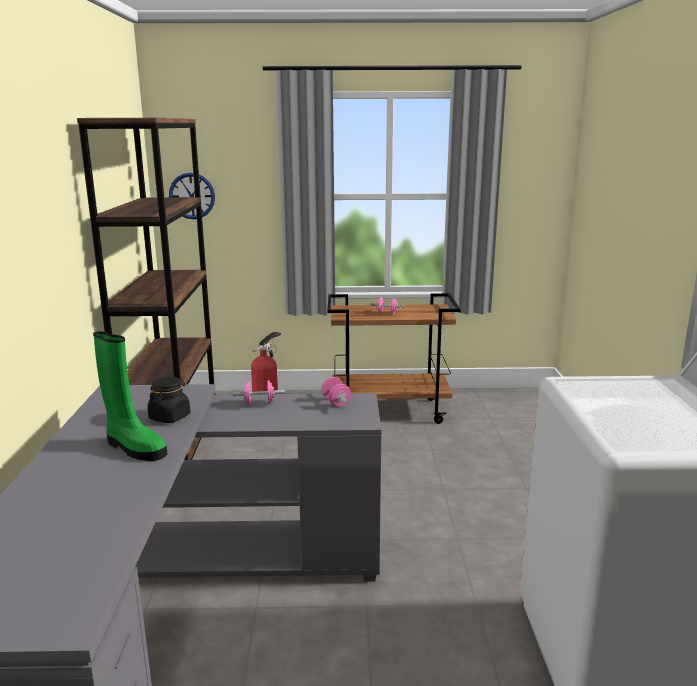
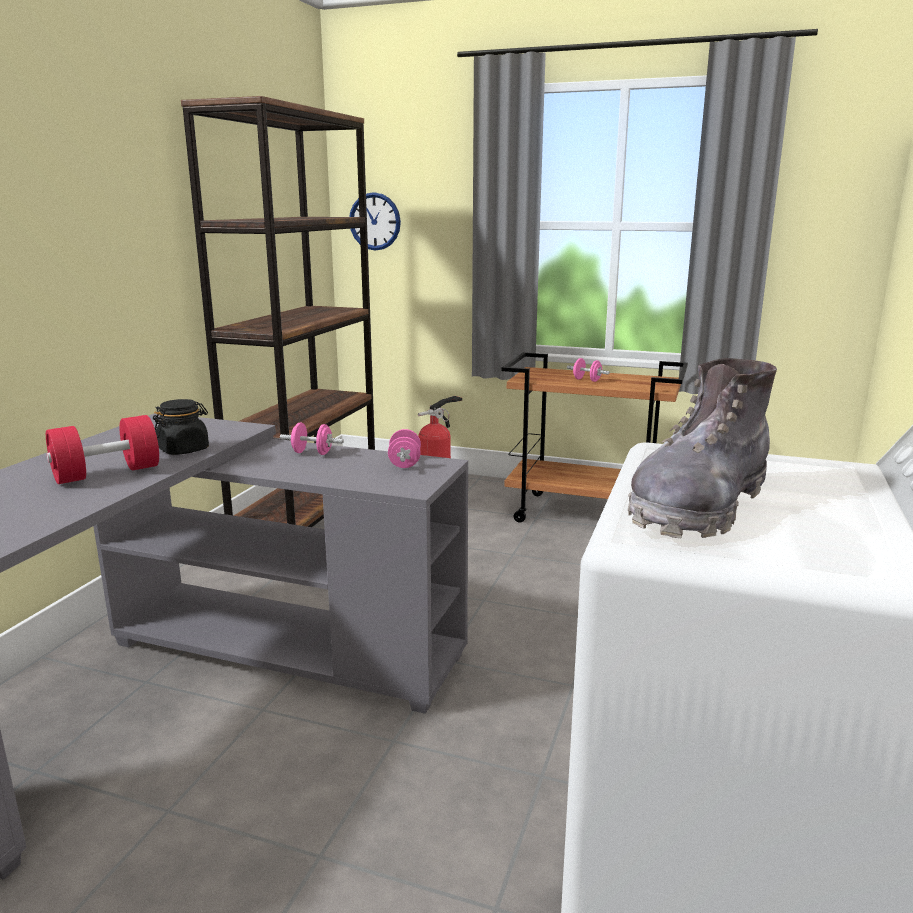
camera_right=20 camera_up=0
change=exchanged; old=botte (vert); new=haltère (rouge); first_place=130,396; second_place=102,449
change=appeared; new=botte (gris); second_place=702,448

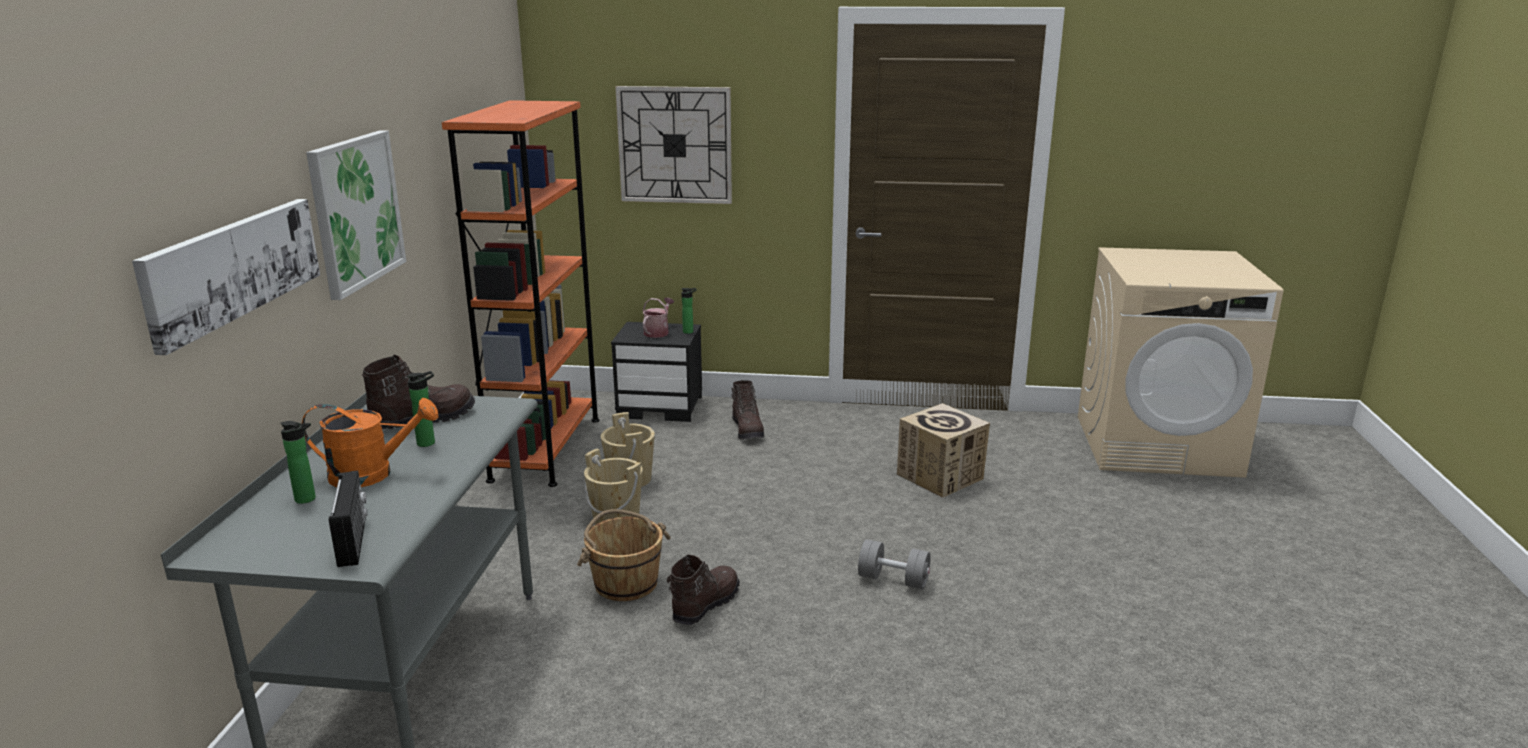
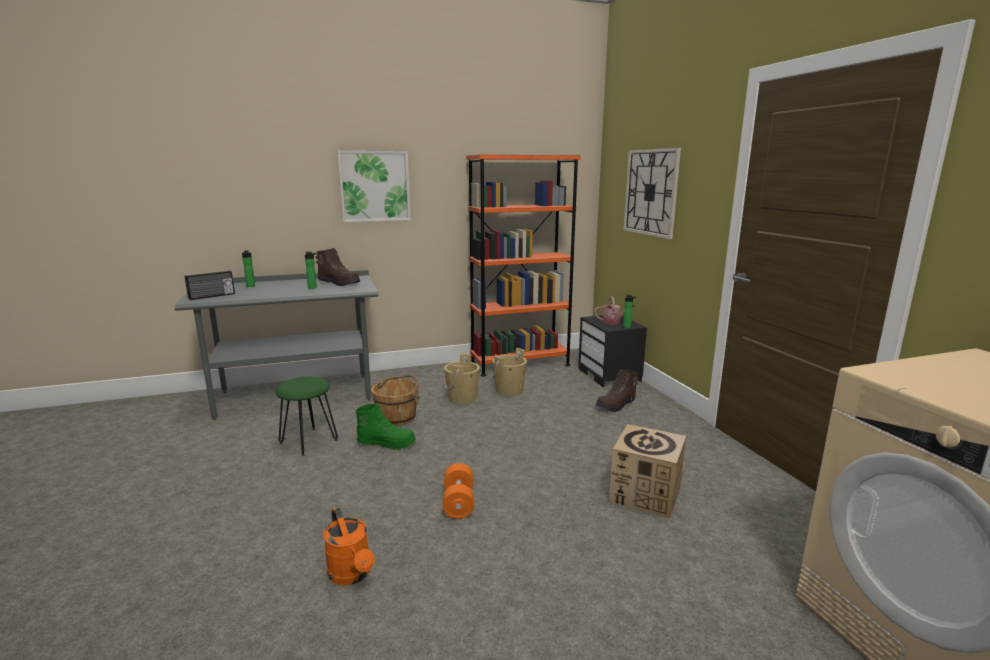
camera_right=65 camera_up=-5
change=missing; old=tableau; first_place=226,277
change=relocated; old=arrosoir (orange); first_place=370,442; second_place=348,546
change=colour; old=haltère (gris); new=haltère (orange); first_place=894,564; second_place=458,491
change=colour; old=botte (marron); new=botte (vert); first_place=703,590; second_place=386,427
change=appeared; new=tabouret (vert); second_place=306,416

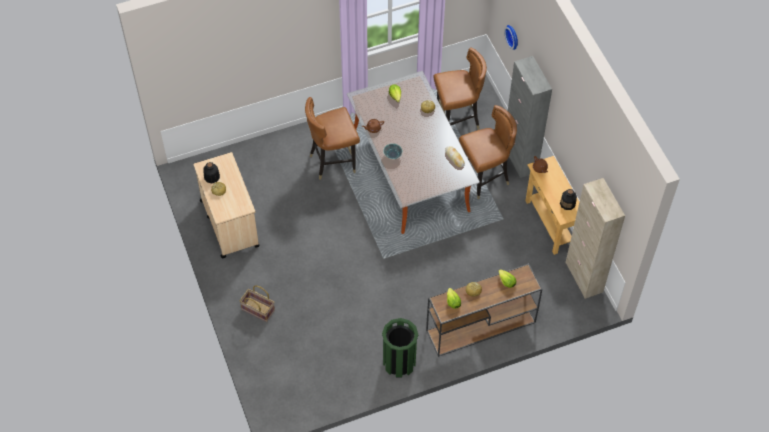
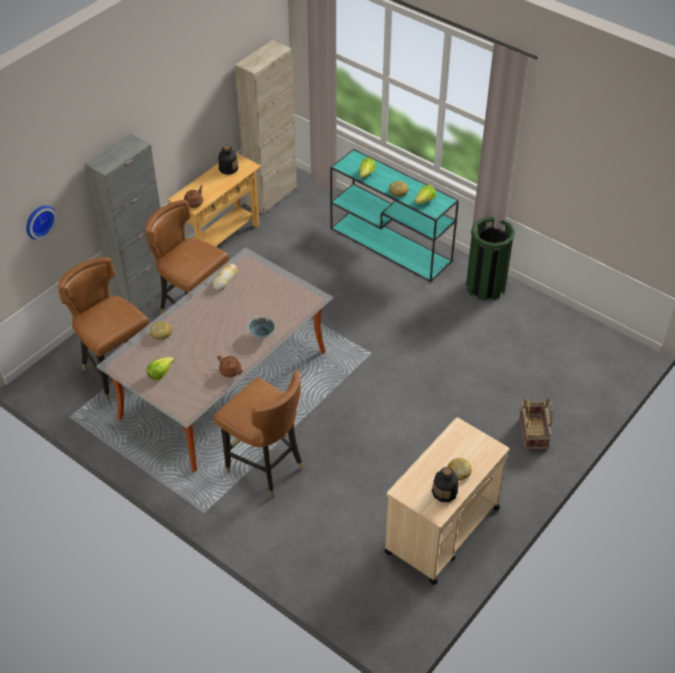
camera_right=-120 camera_up=-10
change=colour; old=table console (marron); new=table console (turquoise); first_place=484,310; second_place=394,215

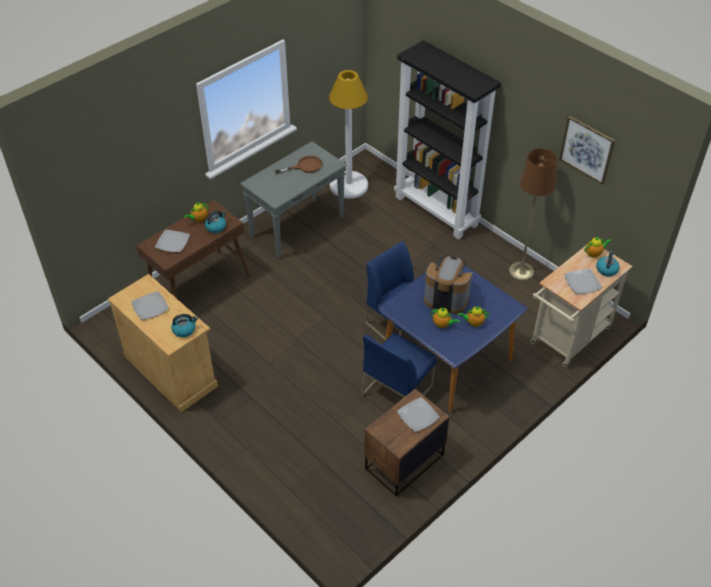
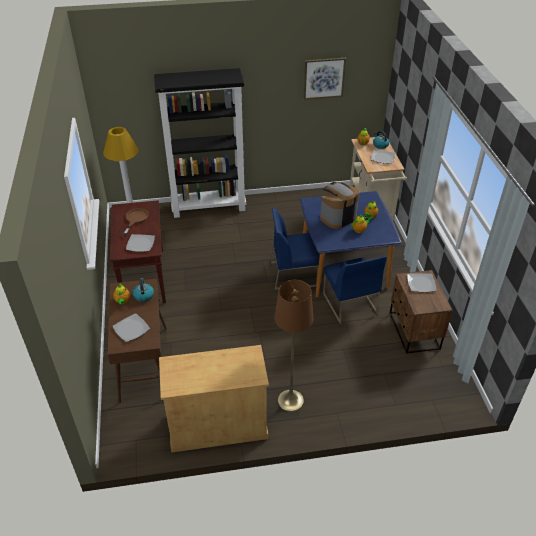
camera_right=-55 camera_up=-5
change=colour; old=table console (gris); new=table console (marron); first_place=293,199; second_place=138,251
change=relocated; old=lampadaire (marron); first_place=533,214; second_place=294,346
change=relocated; old=assiette; first_place=150,305; second_place=140,243
change=missing; old=bouilloire; first_place=184,325

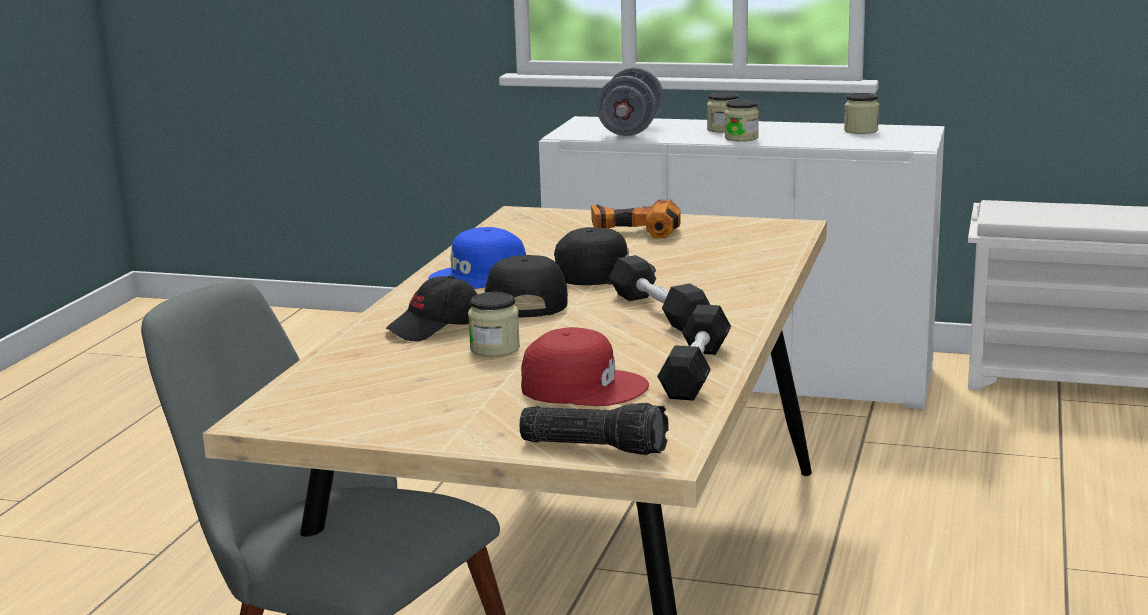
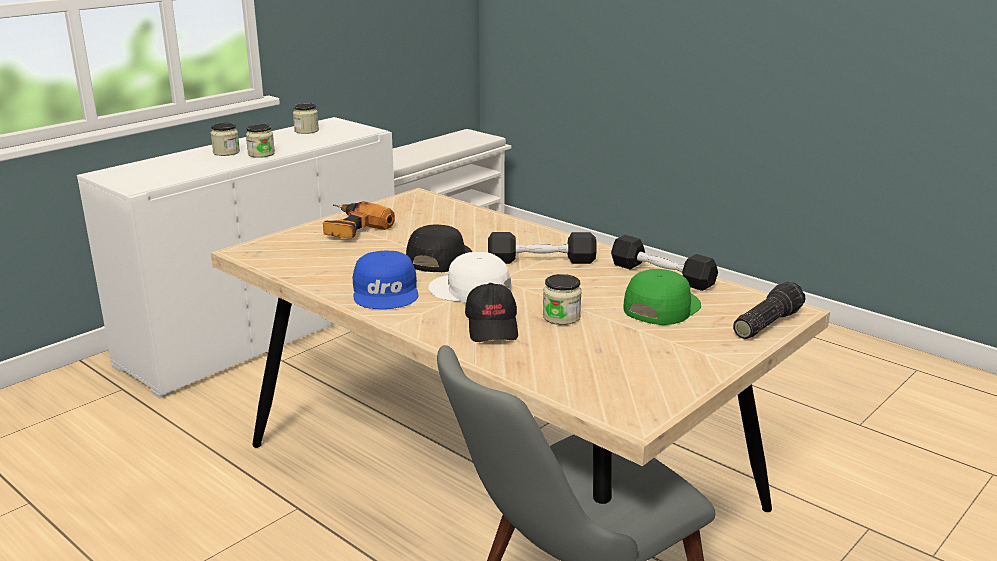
camera_right=-65 camera_up=5
change=missing; old=haltère (gris); first_place=630,101
change=colour; old=casquette (noir); new=casquette (blanc); first_place=526,286; second_place=469,277
change=colour; old=casquette (rouge); new=casquette (vert); first_place=585,366; second_place=662,297

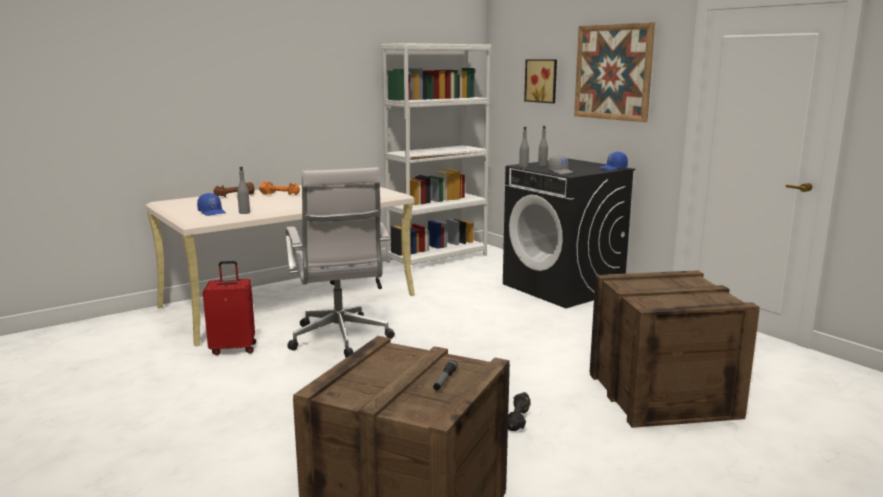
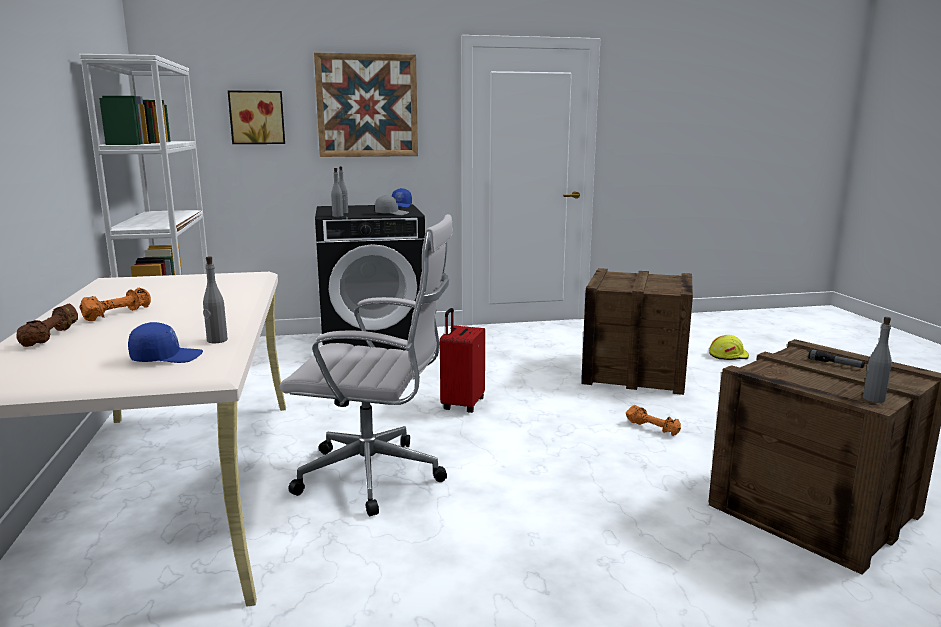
camera_right=-65 camera_up=0
change=relocated; old=valise (rouge); first_place=229,308; second_place=462,360
change=colour; old=haltère (noir); new=haltère (orange); first_place=519,411; second_place=653,420
change=appeared; new=bouteille (gris); second_place=877,360
change=appeared; new=casque de chantier (jaune); second_place=729,347

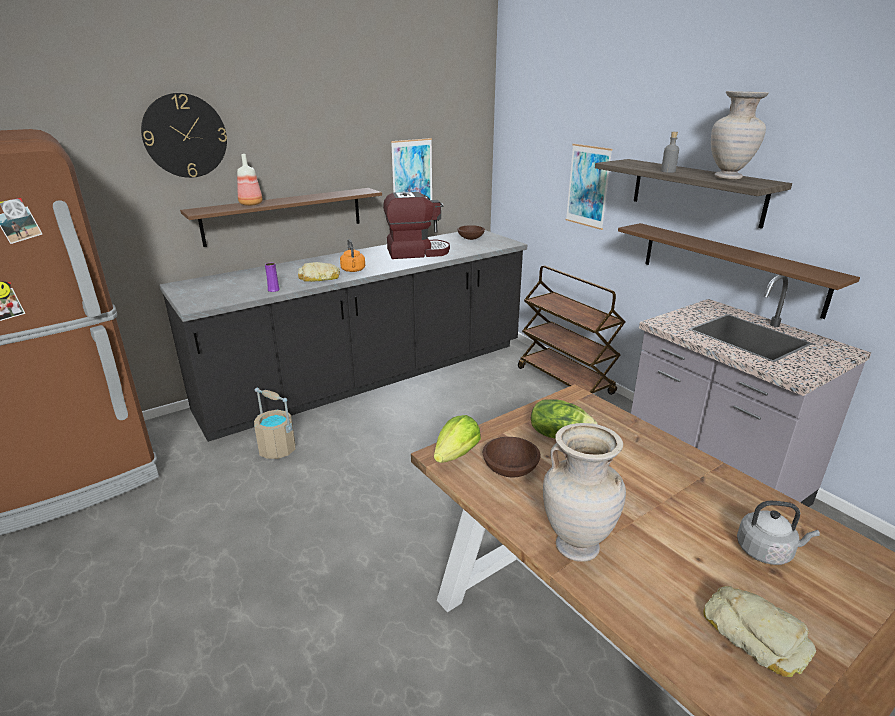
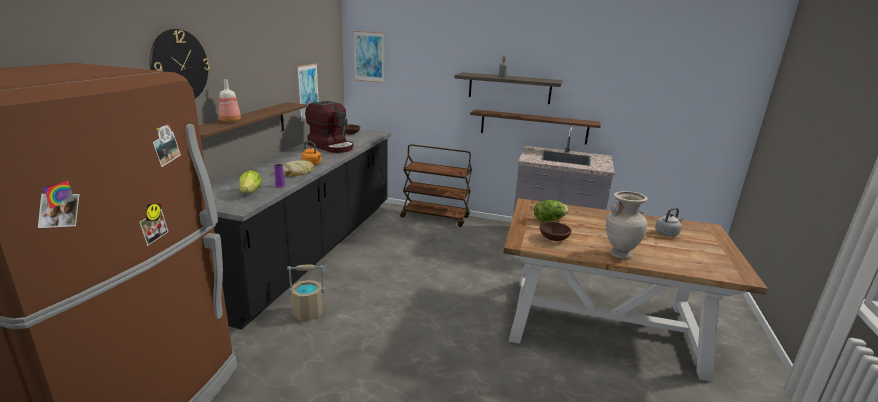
camera_right=-40 camera_up=-5
change=missing; old=vase (beige); first_place=740,135
change=relocated; old=tableau; first_place=589,187; second_place=369,57
change=spun; old=machine à café; first_place=416,225; second_place=329,127; degrees=90
change=relocated; old=laitue; first_place=457,439; second_place=250,181
change=missing; old=pain; first_place=759,631

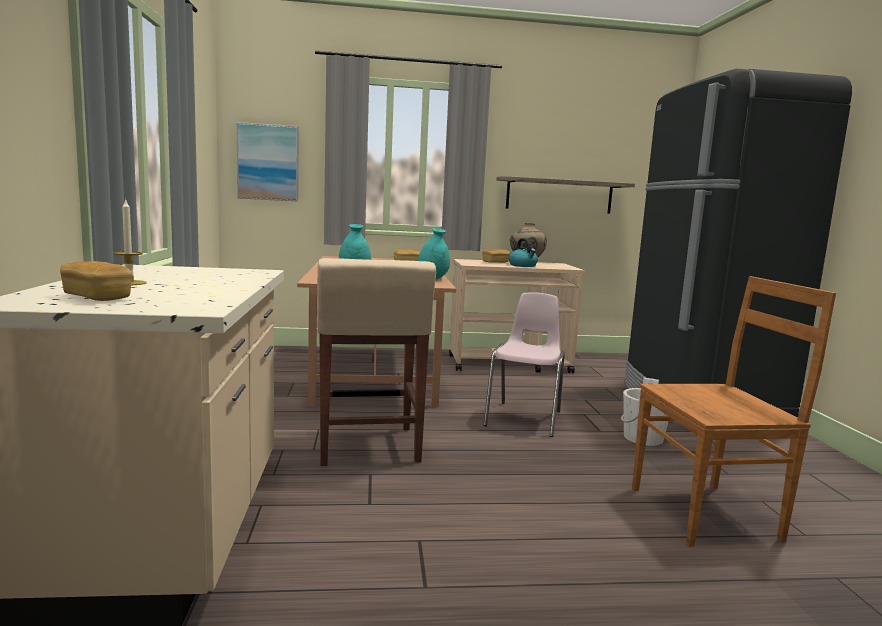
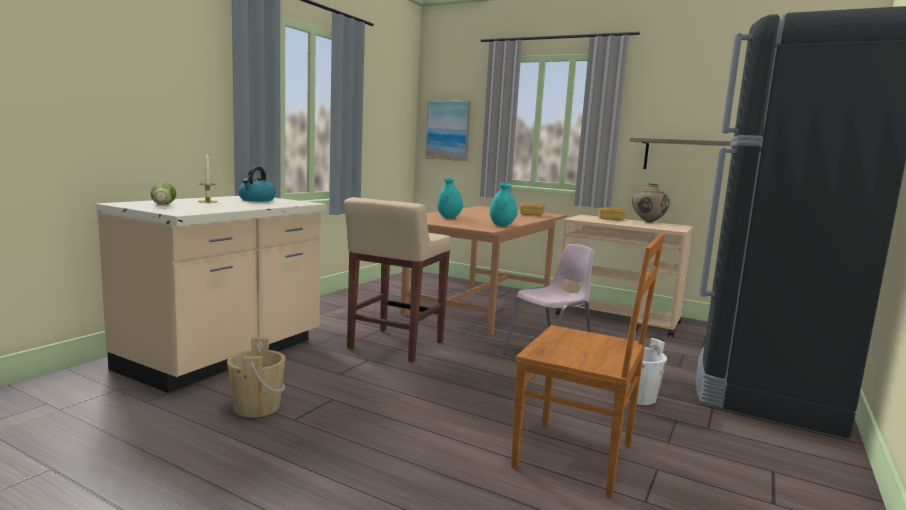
camera_right=35 camera_up=0
change=relocated; old=bouilloire; first_place=523,252; second_place=257,184
change=exchanged; old=pain; new=laitue; first_place=96,281; second_place=163,193
change=appeared; new=seau (beige); second_place=256,378

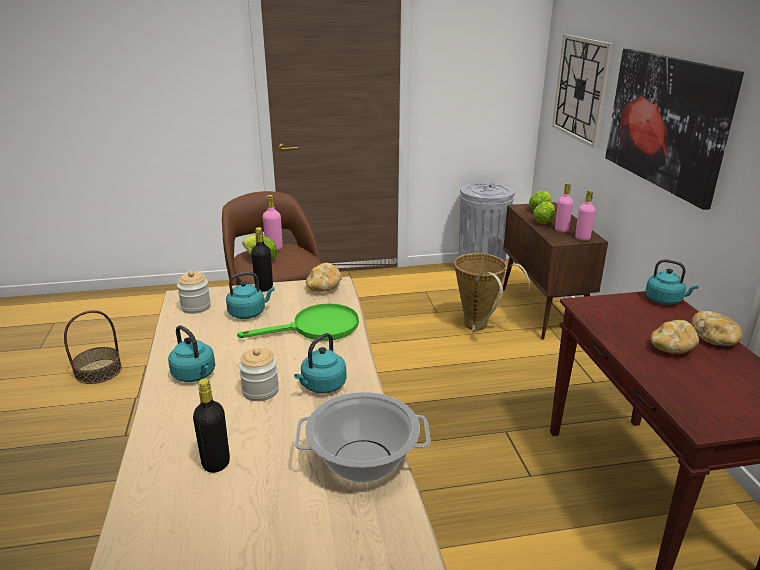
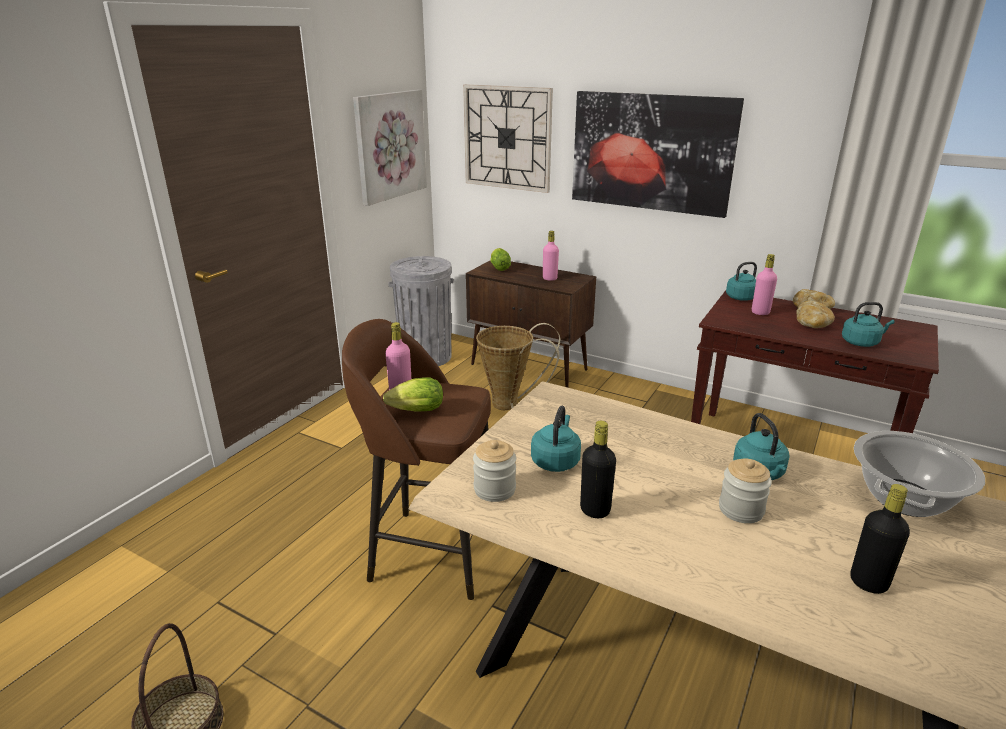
camera_right=-50 camera_up=0
change=relocated; old=bouteille (rose); first_place=585,215; second_place=764,284
change=missing; old=laitue; first_place=544,213
change=relocated; old=bouteille (noir); first_place=262,259; second_place=598,469
change=missing; old=pain; first_place=324,277
change=missing; old=poêle (vert); first_place=298,322
change=relocated; old=bouilloire (turquoise); first_place=191,353; second_place=868,324
change=appeared; new=tableau; second_place=390,148

